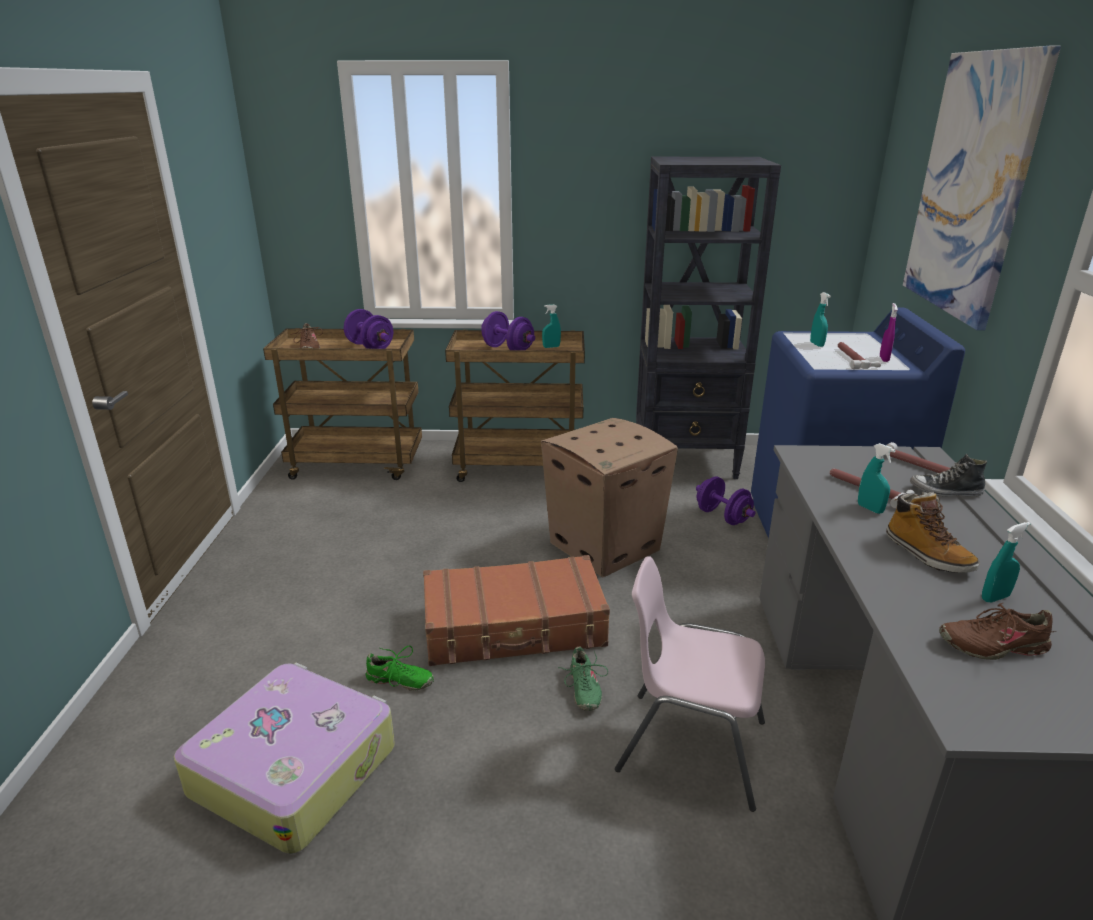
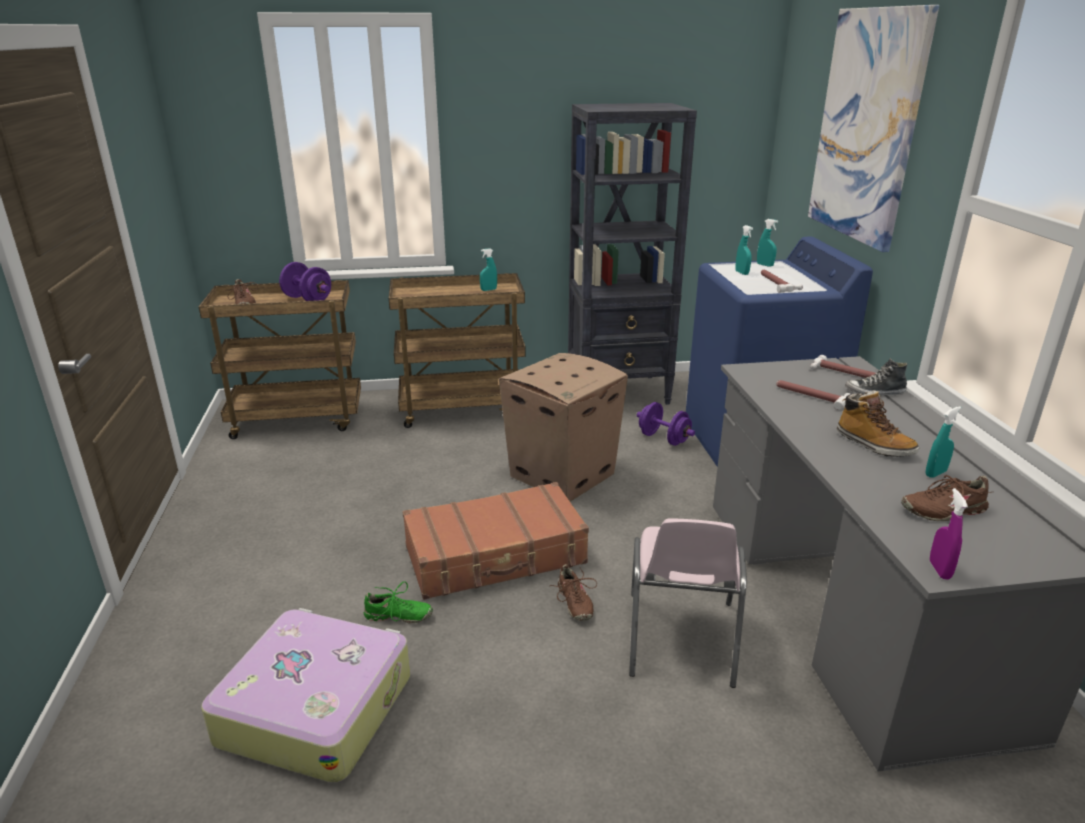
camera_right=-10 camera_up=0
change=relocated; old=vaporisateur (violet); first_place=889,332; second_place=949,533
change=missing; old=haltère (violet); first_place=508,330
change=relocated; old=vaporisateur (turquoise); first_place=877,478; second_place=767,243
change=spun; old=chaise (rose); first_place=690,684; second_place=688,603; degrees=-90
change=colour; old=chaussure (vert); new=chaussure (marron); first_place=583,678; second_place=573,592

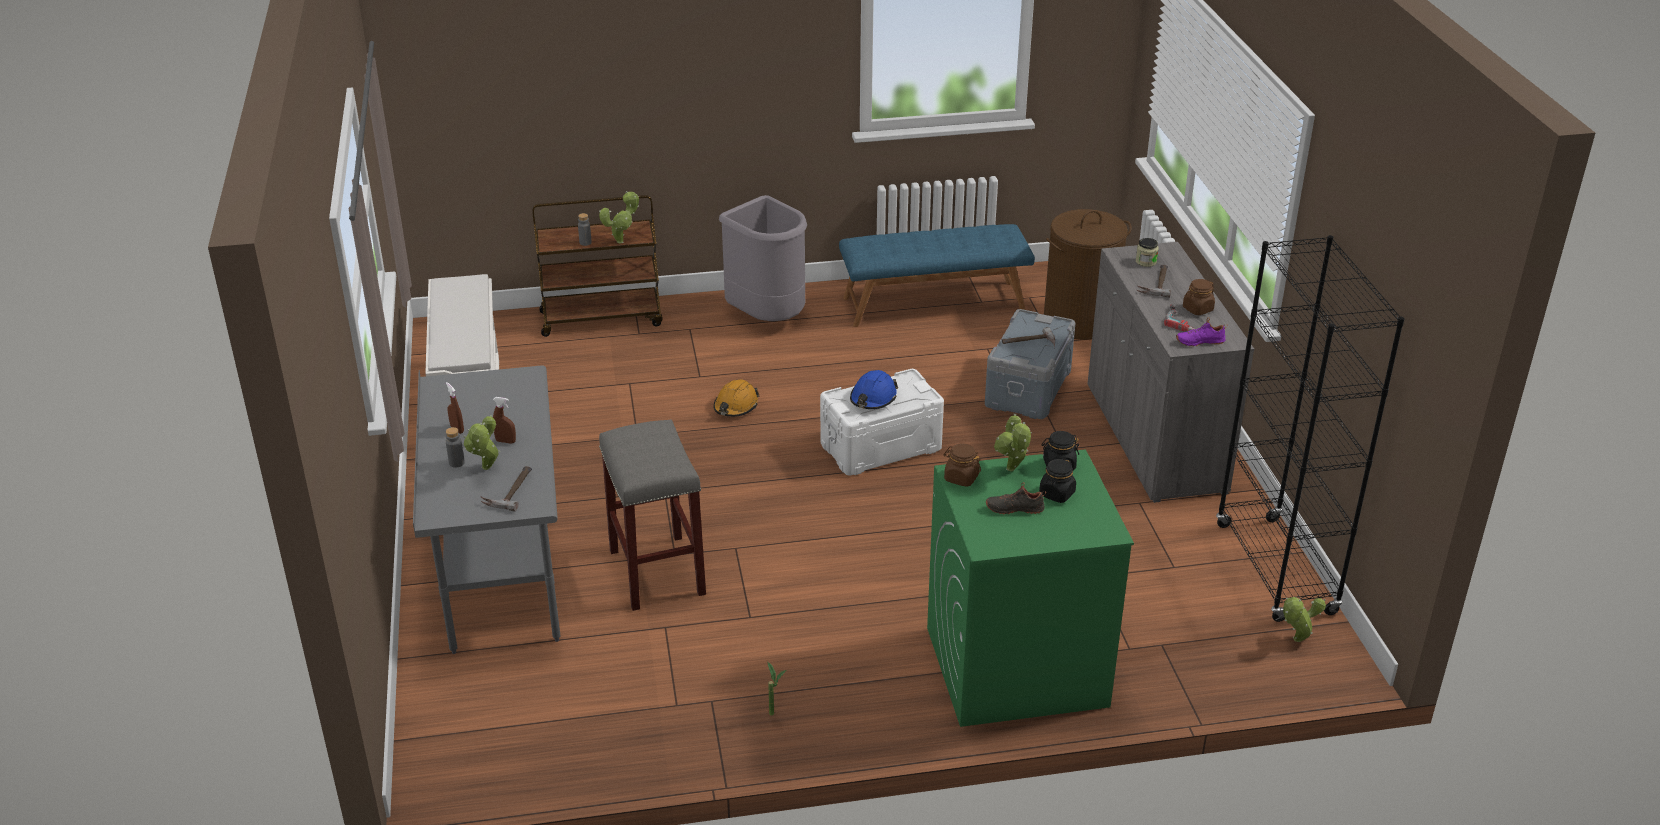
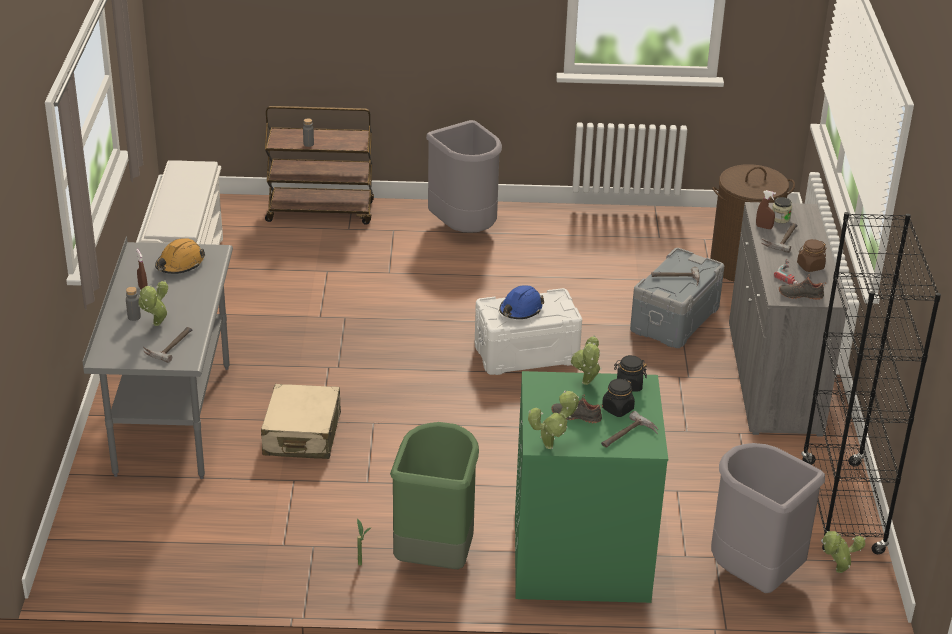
camera_right=10 camera_up=0
change=relocated; old=plante en pot; first_place=619,217; second_place=553,419
change=missing; old=banc (bleu); first_place=937,275
change=colour; old=chaussure (violet); new=chaussure (noir); first_place=1202,332; second_place=802,287
change=relocated; old=casque de chantier (orange); first_place=736,398; second_place=180,256
change=relocated; old=vaporisateur (marron); first_place=504,420; second_place=766,209
change=exchanged; old=tabouret (gris); new=valise (beige); first_place=652,515; second_place=301,421
change=missing; old=bocal (marron); first_place=962,465
change=appeared; new=marteau; second_place=629,429
change=appeared; new=poubelle (vert); second_place=434,495
change=appeared; new=poubelle (gris); second_place=768,518

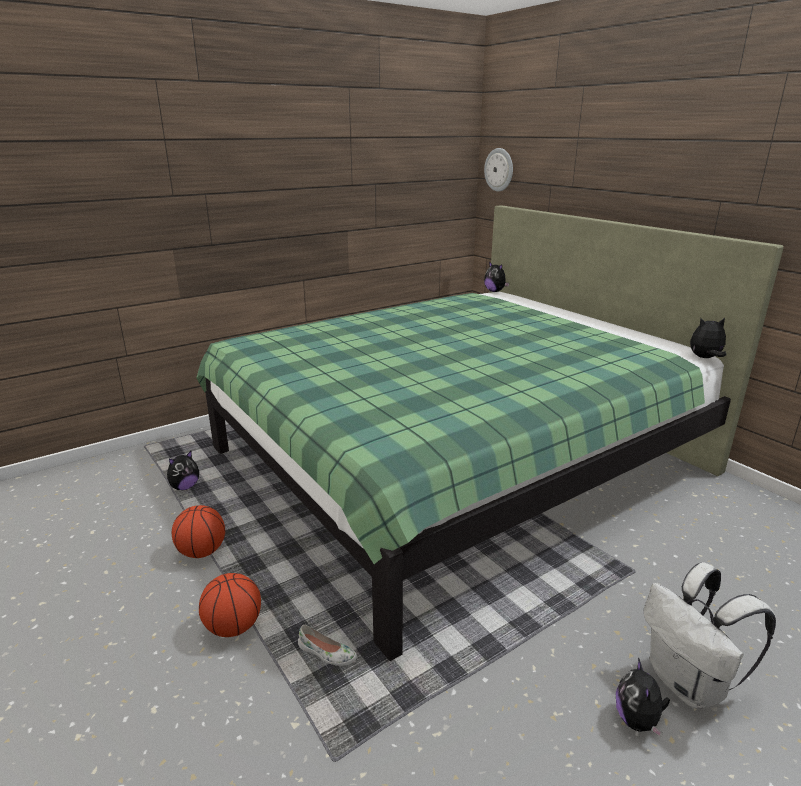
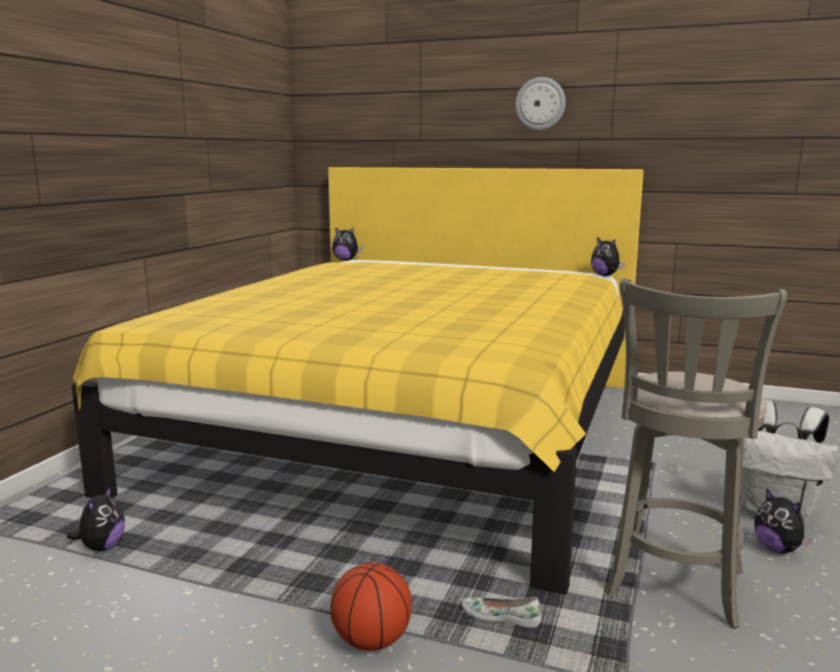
camera_right=-35 camera_up=-10
change=relocated; old=horloge murale; first_place=498,170; second_place=540,103
change=colour; old=lit (vert); new=lit (jaune); first_place=490,433; second_place=358,381
change=spun; old=peluche; first_place=708,338; second_place=608,256; degrees=-90
change=missing; old=ballon de basket; first_place=198,531
change=spun; old=chaussure (blanc); first_place=327,645; second_place=502,612; degrees=-150
change=appeared; new=tabouret (gris); second_place=696,453

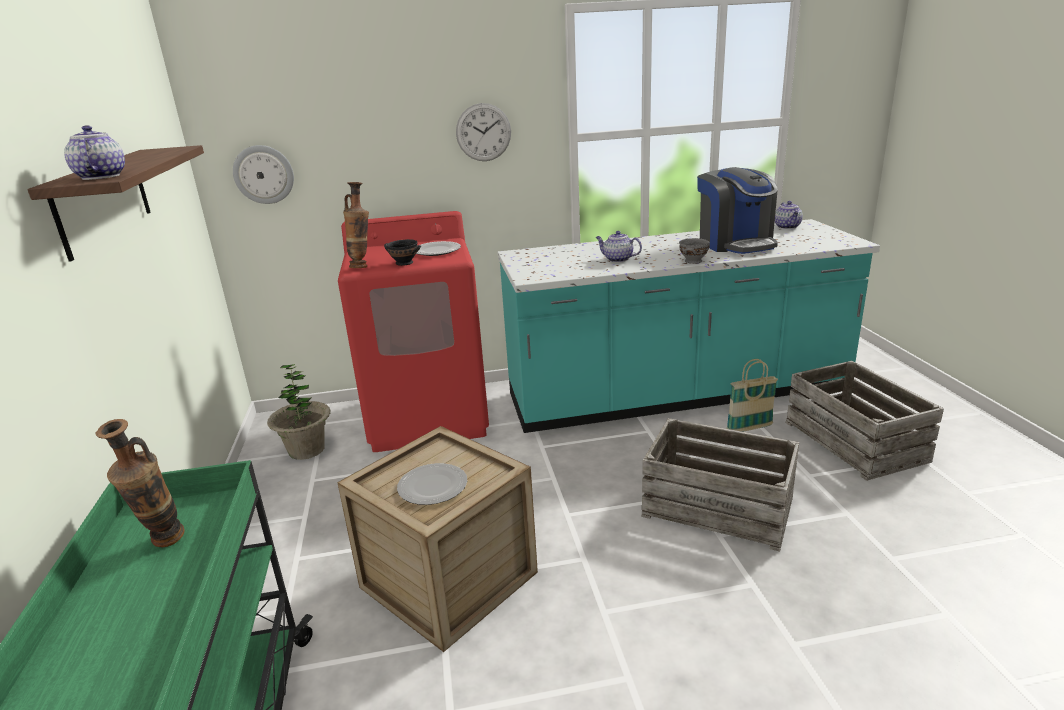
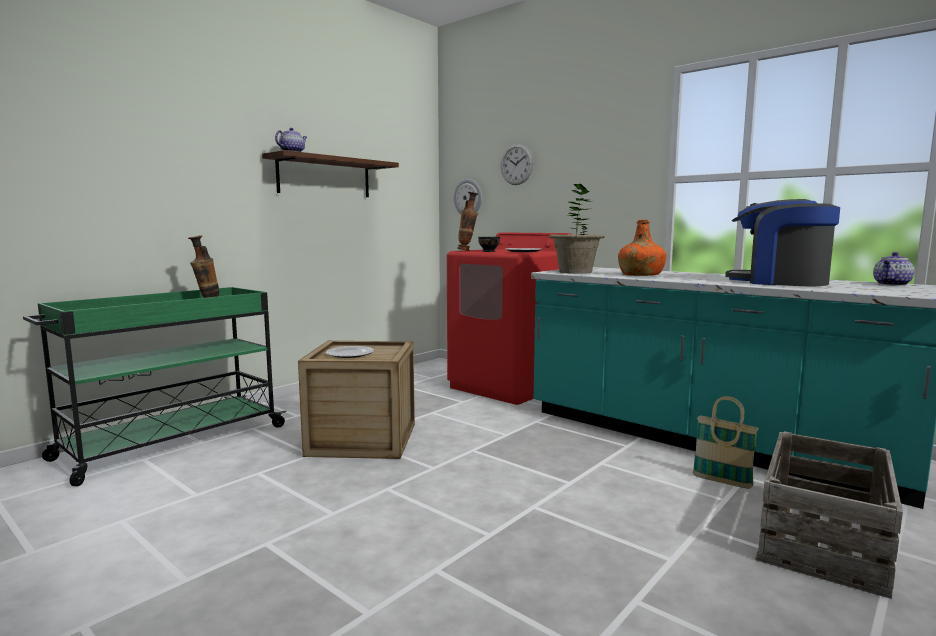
camera_right=50 camera_up=-15
change=relocated; old=horloge murale; first_place=483,132; second_place=517,164
change=spun; old=machine à café; first_place=737,210; second_place=782,242; degrees=90
change=exchanged; old=théière; new=bouteille (orange); first_place=618,246; second_place=642,248
change=missing; old=bol (gris); first_place=694,251
change=relocated; old=plante en pot; first_place=299,412; second_place=577,229
change=missing; old=caisse; first_place=720,485

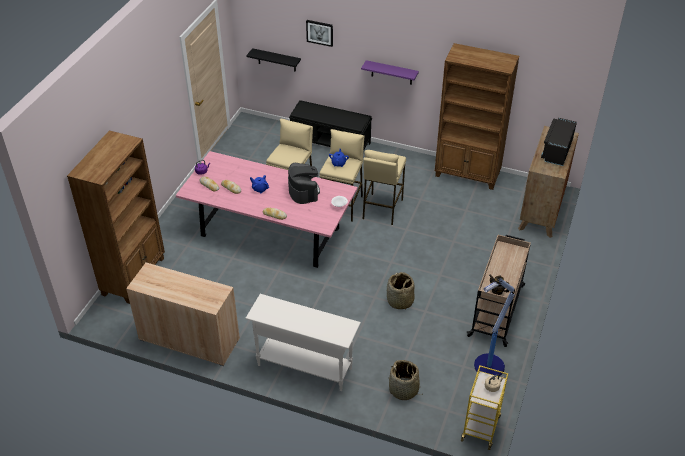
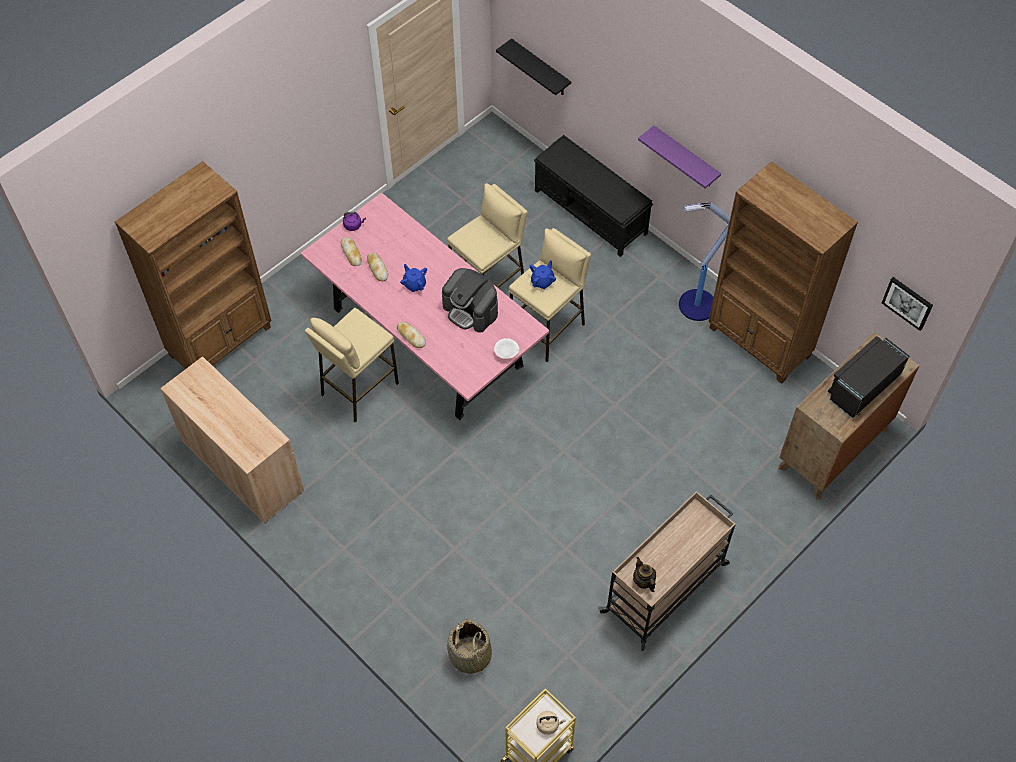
camera_right=25 camera_up=15
change=relocated; old=tableau; first_place=319,33; second_place=907,304
change=relocated; old=tabouret (beige); first_place=384,187; second_place=352,365
change=spun; old=machine à café; first_place=304,183; second_place=470,300; degrees=120
change=missing; old=panier; first_place=400,291
change=relocated; old=lampadaire; first_place=494,327; second_place=704,261
change=missing; old=table console (blanc); first_place=303,342

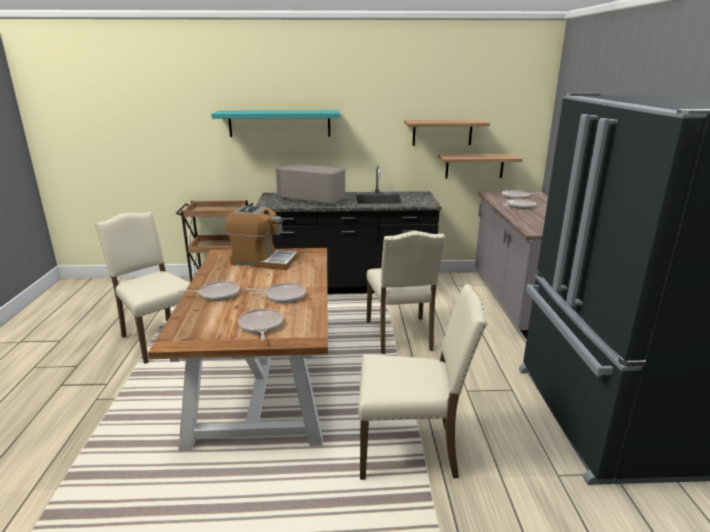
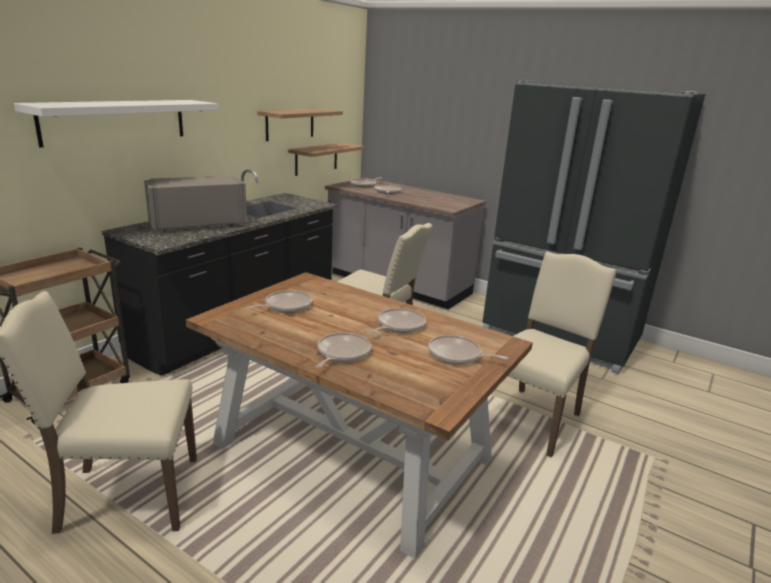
camera_right=-55 camera_up=0
change=colour; old=étagère (turquoise); new=étagère (blanc); first_place=275,123; second_place=116,123
change=exchanged; old=machine à café; new=poêle; first_place=261,237; second_place=279,301

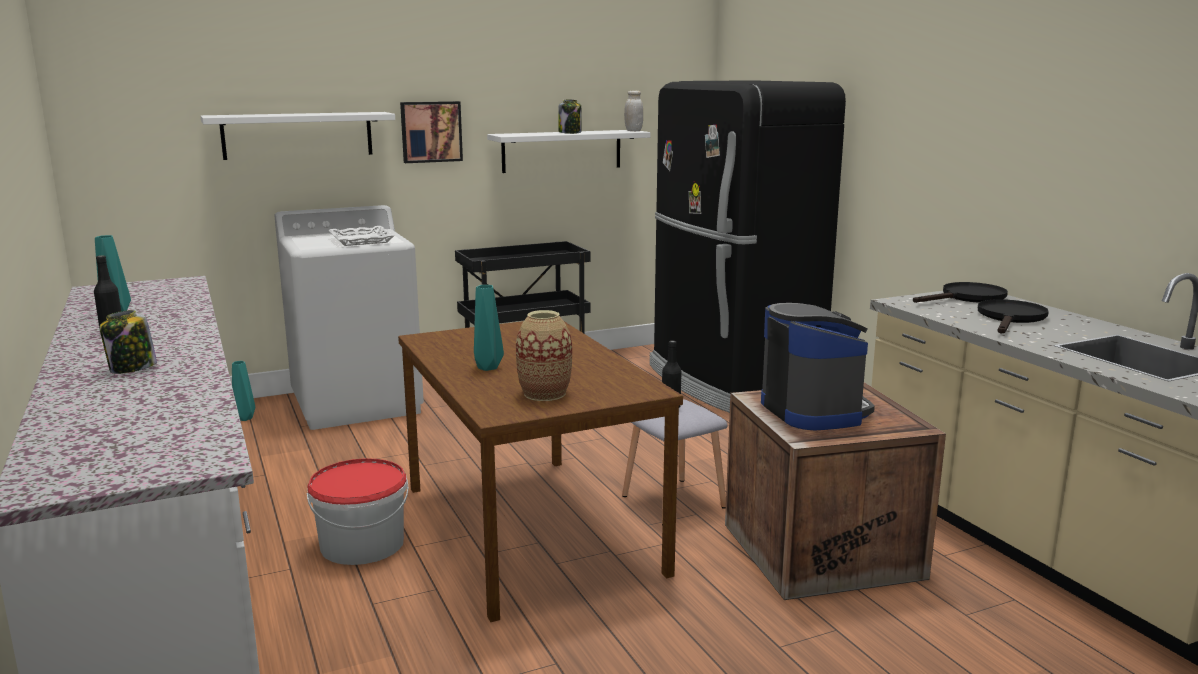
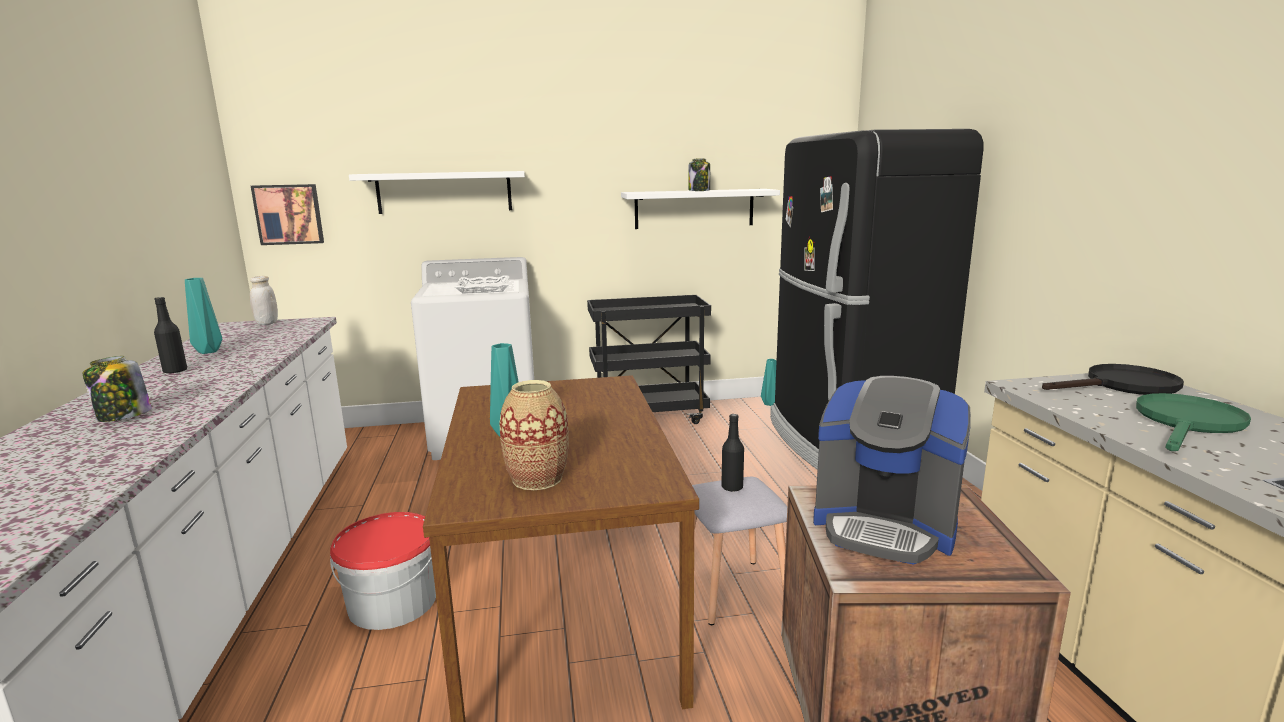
camera_right=15 camera_up=0
change=relocated; old=bocal (blanc); first_place=633,111; second_place=264,300
change=relocated; old=tableau; first_place=431,132; second_place=287,214
change=colour; old=poêle (noir); new=poêle (vert); first_place=1013,316; second_place=1193,422
change=spun; old=machine à café; first_place=818,366; second_place=892,470; degrees=120
change=relocated; old=vase (turquoise); first_place=243,391; second_place=768,382

